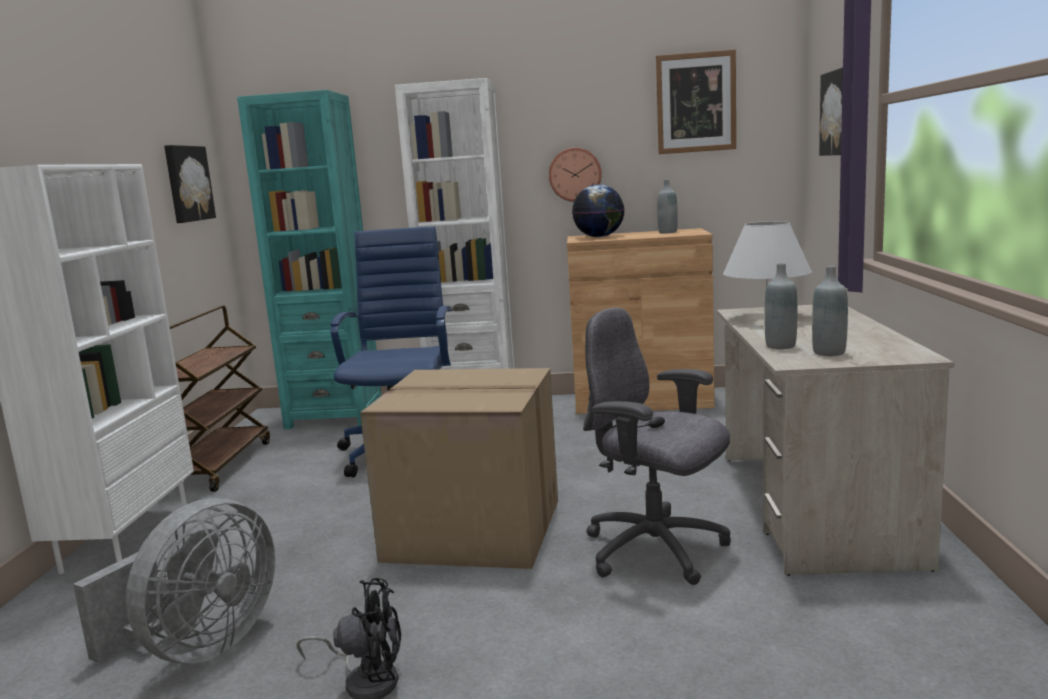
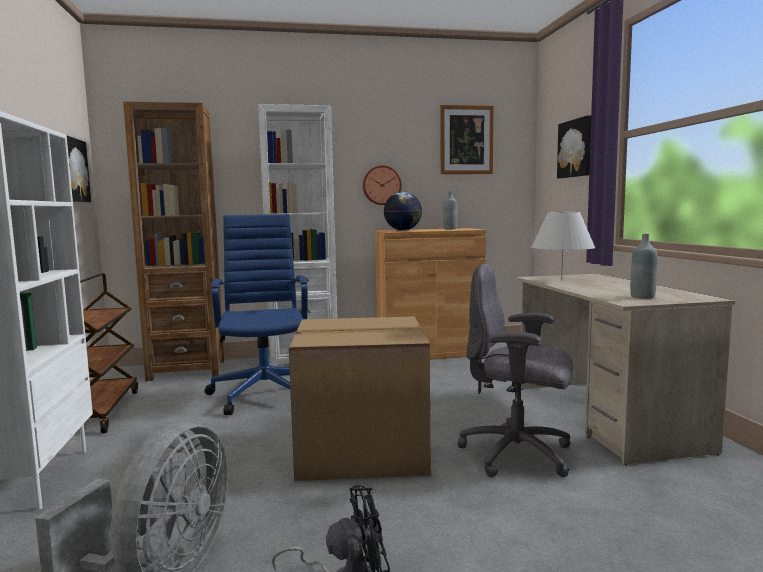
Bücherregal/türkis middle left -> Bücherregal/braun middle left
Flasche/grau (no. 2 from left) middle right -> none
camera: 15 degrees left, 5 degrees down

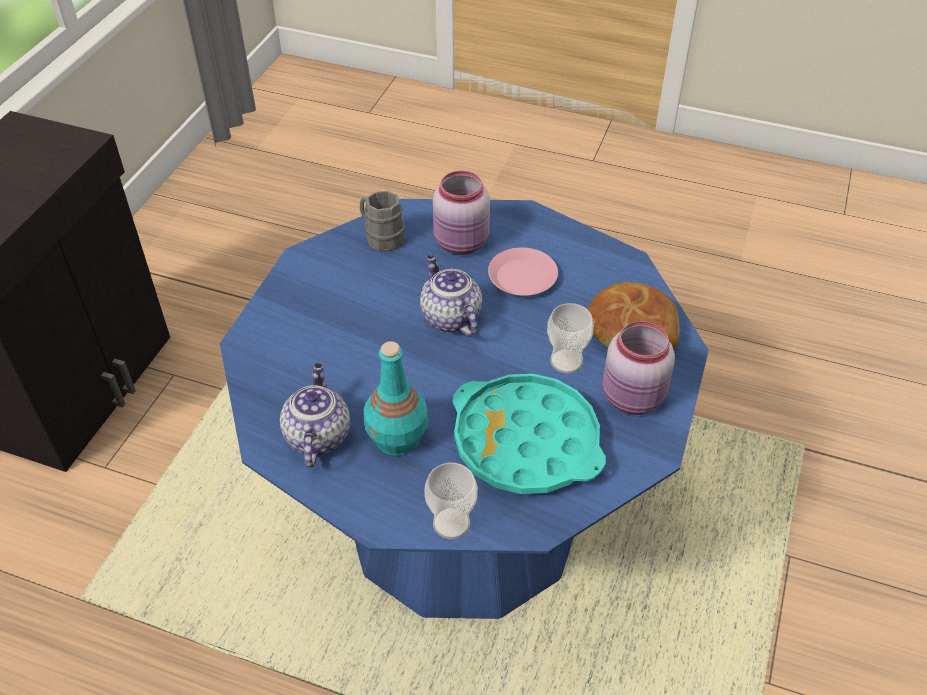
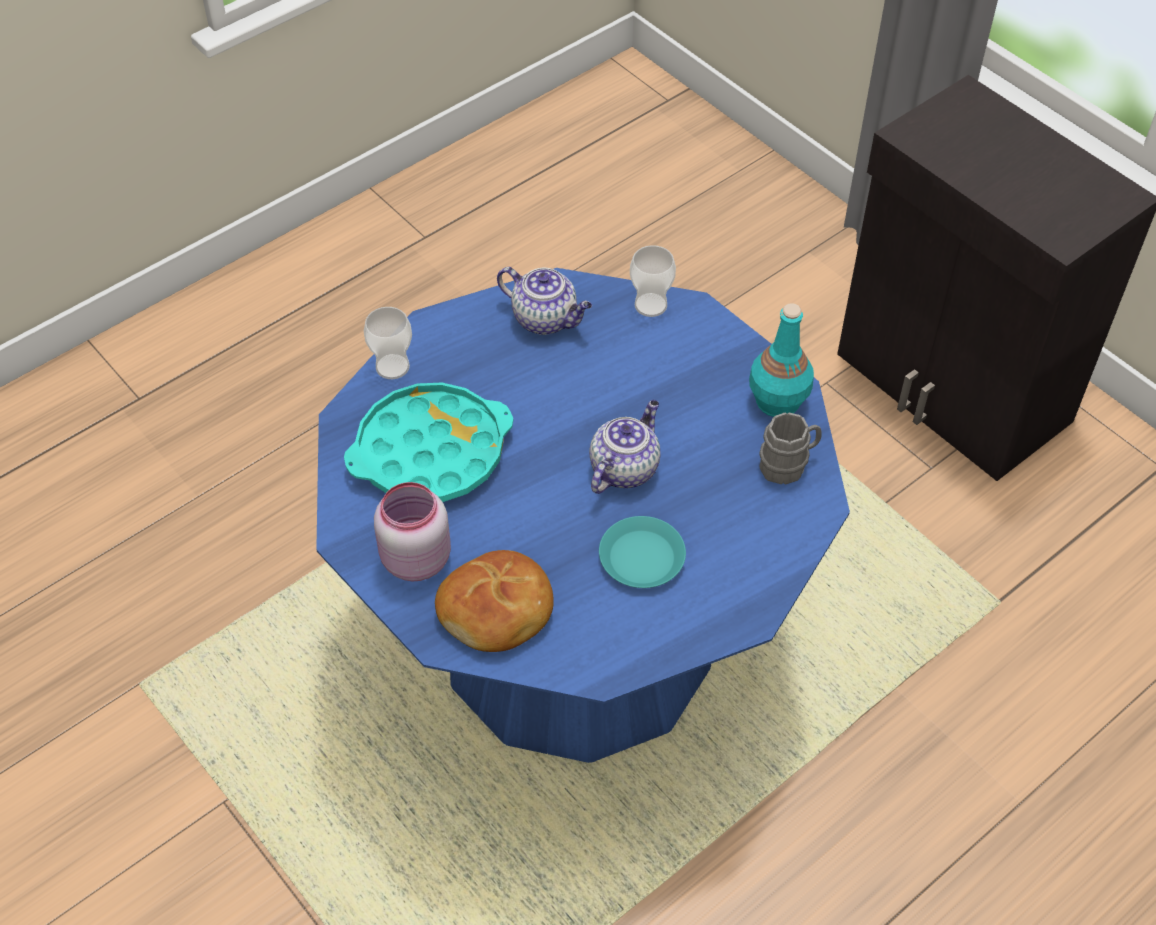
Teekanne (no. 2 from left) centre, 60 degrees counterclockwise
Teller/rosa centre -> Teller/türkis centre
Tasse (no. 2 from left) centre -> Tasse (no. 2 from left) top centre, relocated
Flasche/türkis centre -> Flasche/türkis middle right, relocated
Vorratsglas/rosa (no. 1 from left) top centre -> none
camera: 120 degrees right, 5 degrees up

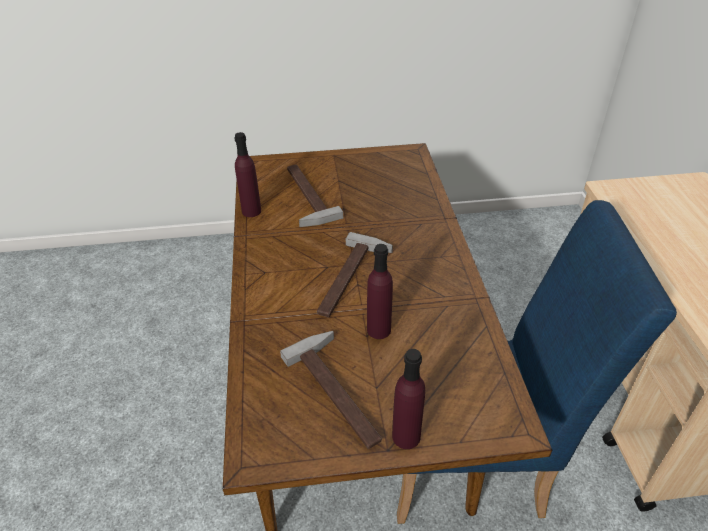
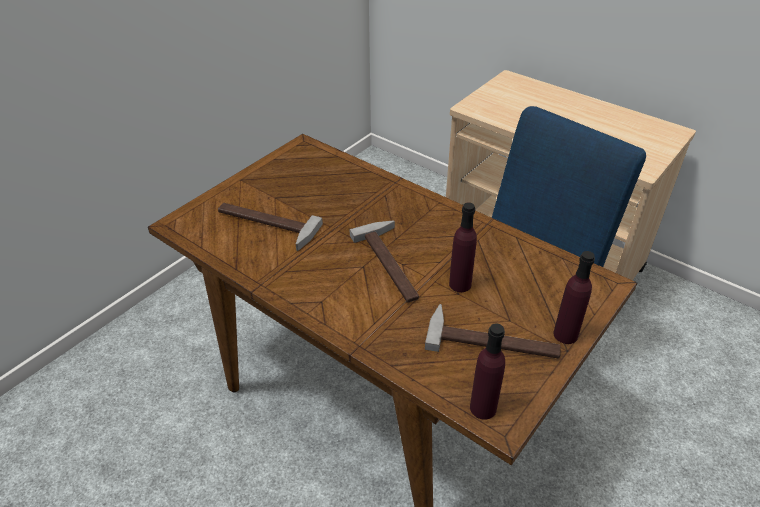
Flasche/lila (no. 1 from left in the first image) top centre -> Flasche/lila (no. 2 from left) bottom centre, relocated
camera: 45 degrees left, 0 degrees up

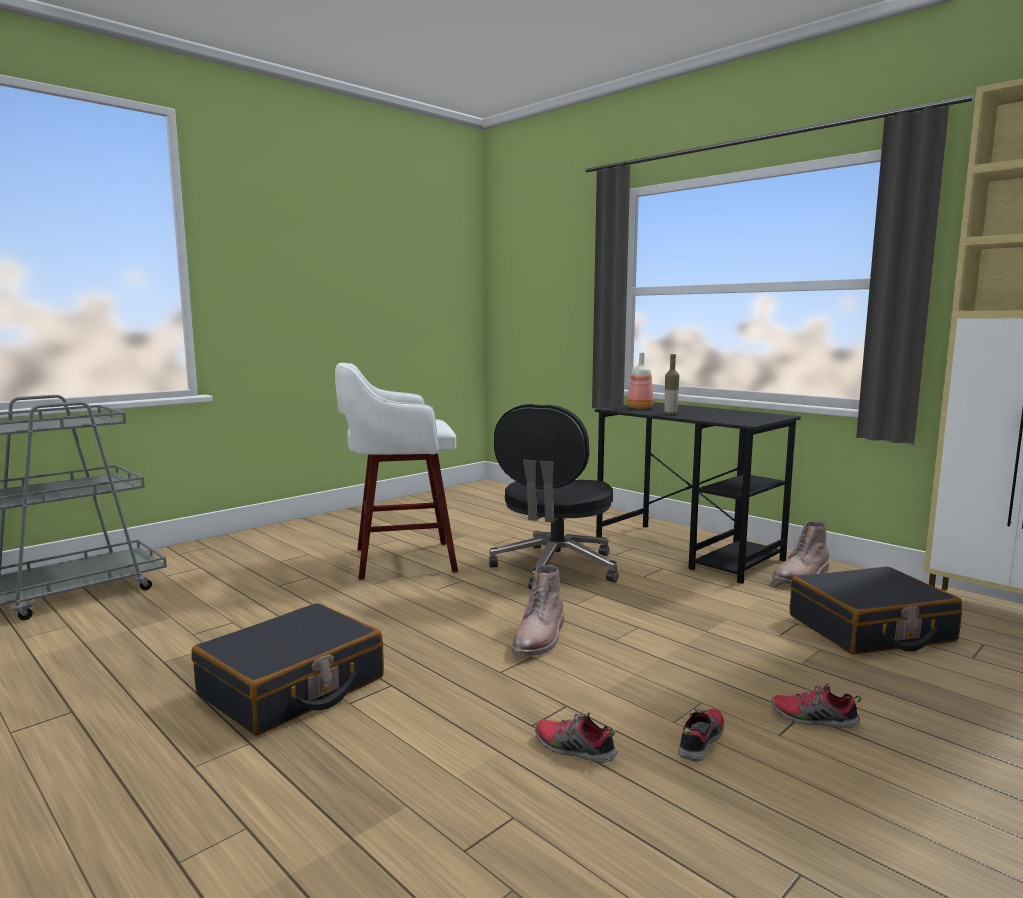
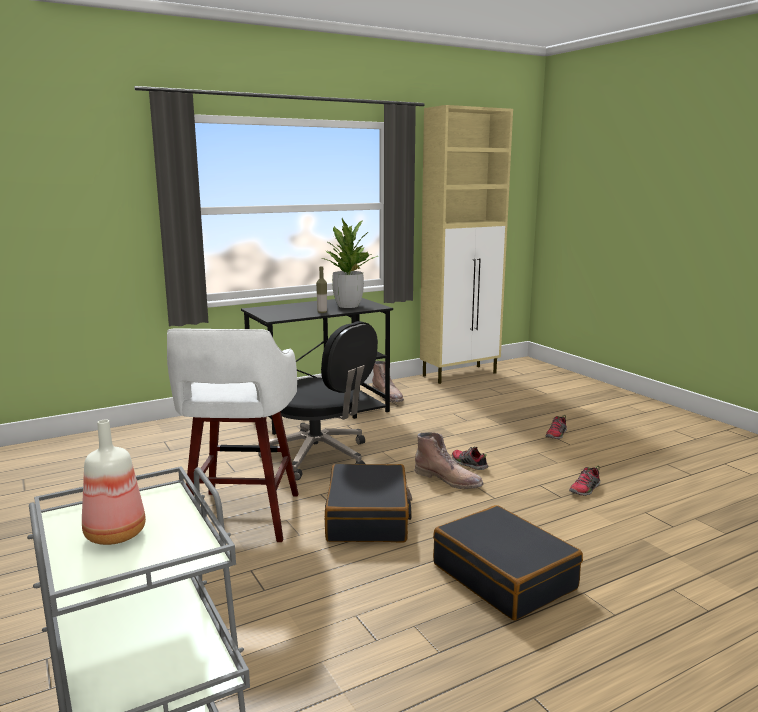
Flasche (no. 1 from left) centre -> Flasche (no. 1 from left) bottom left, relocated
none -> Topfpflanze centre
Koffer/schwarz (no. 2 from left in the first image) bottom right -> Koffer/schwarz (no. 1 from left) bottom centre, relocated
Schuh (no. 2 from left in the first image) bottom right -> Schuh (no. 1 from left) centre, relocated
camera: 75 degrees left, 5 degrees up

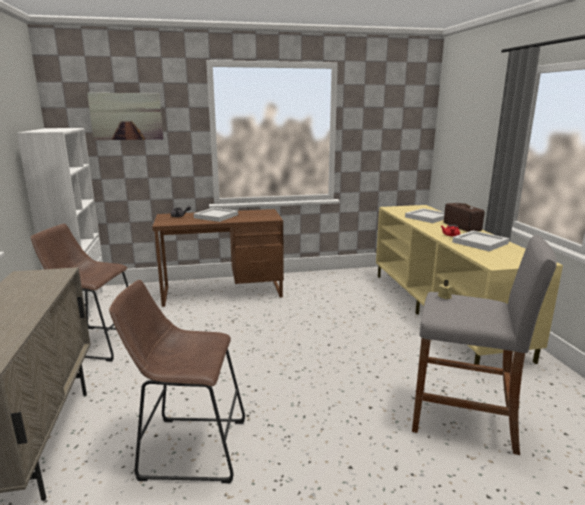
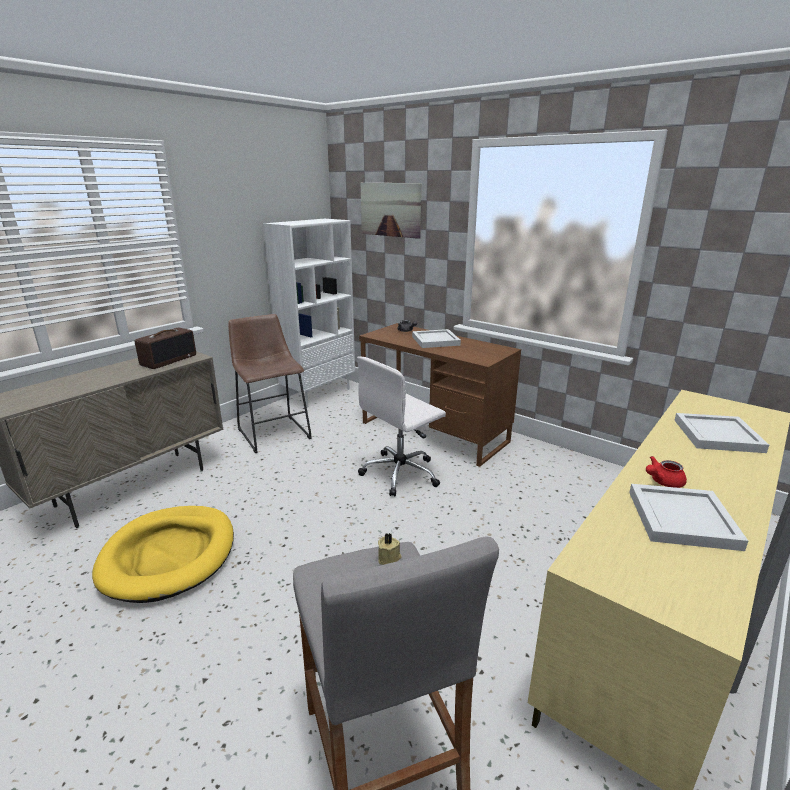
Hocker/braun (no. 2 from left) bottom left -> Hundebett/gelb bottom left
Radio middle right -> Radio middle left, relocated
none -> Bürostuhl/weiß centre
camera: 50 degrees right, 5 degrees up

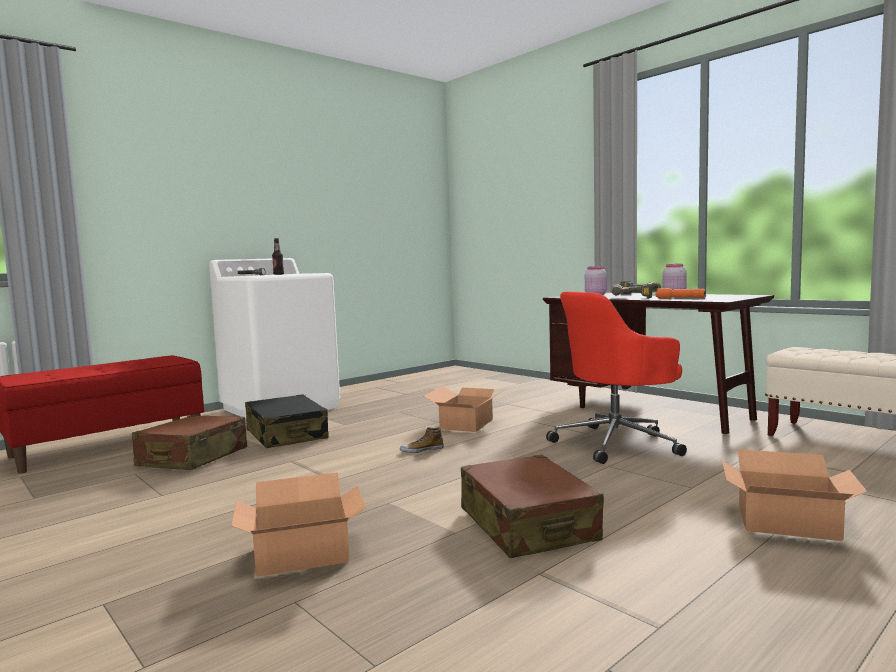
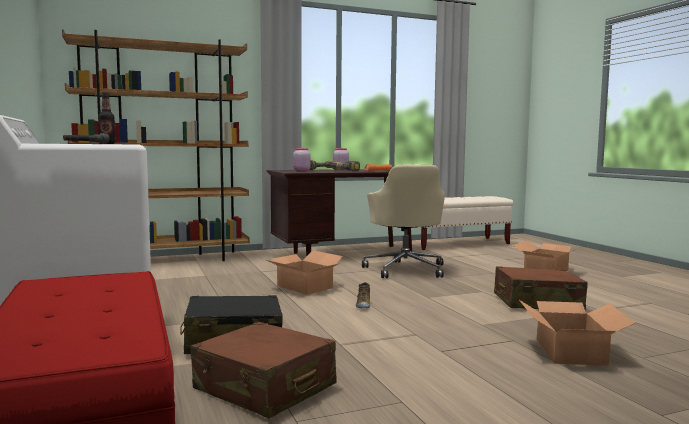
none -> Bücherregal/braun middle left
Bürostuhl/rot middle right -> Bürostuhl/beige centre
camera: 70 degrees left, 0 degrees up

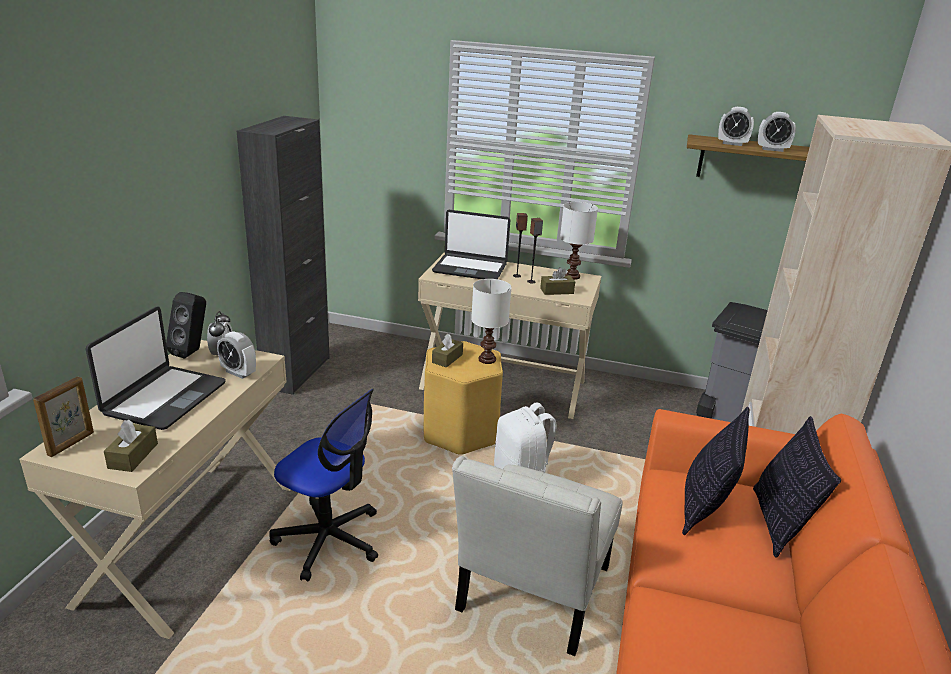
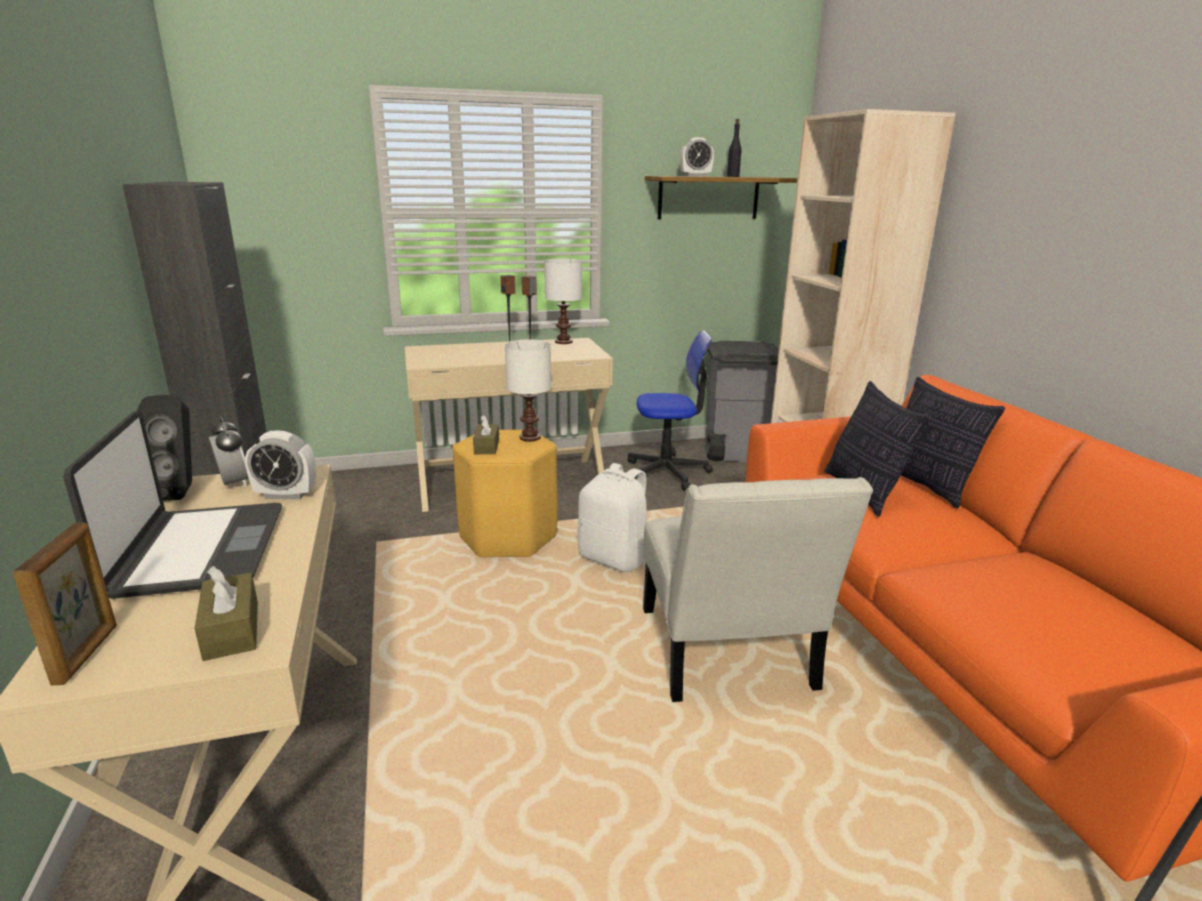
Bürostuhl bottom centre -> Bürostuhl centre, relocated
Wecker (no. 4 from left) top right -> Flasche/schwarz top centre
Laptop (no. 2 from left) centre -> none
Taschentuchbox/braun (no. 3 from left) centre -> none
camera: 30 degrees left, 5 degrees down

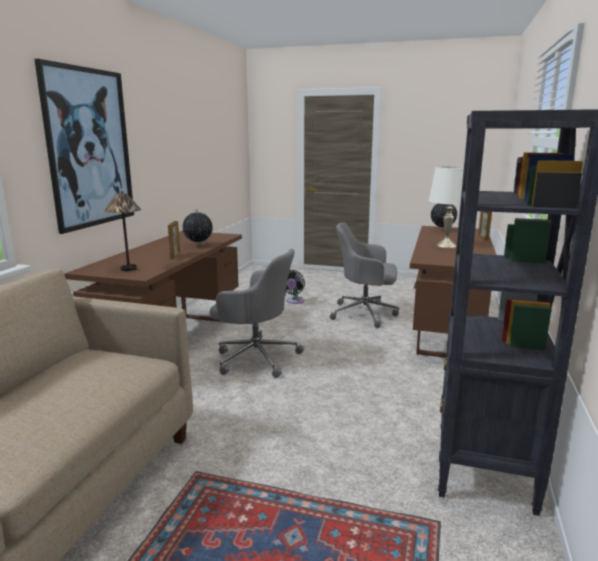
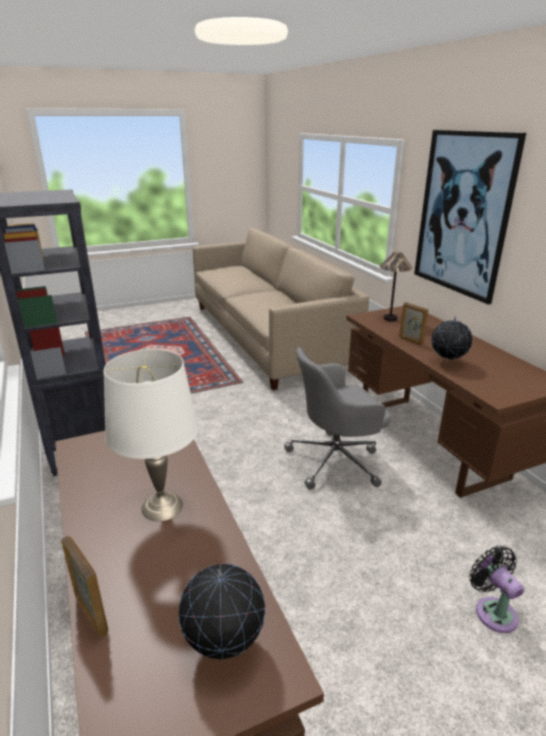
Bürostuhl/grau (no. 2 from left) centre -> none
camera: 140 degrees right, 10 degrees up

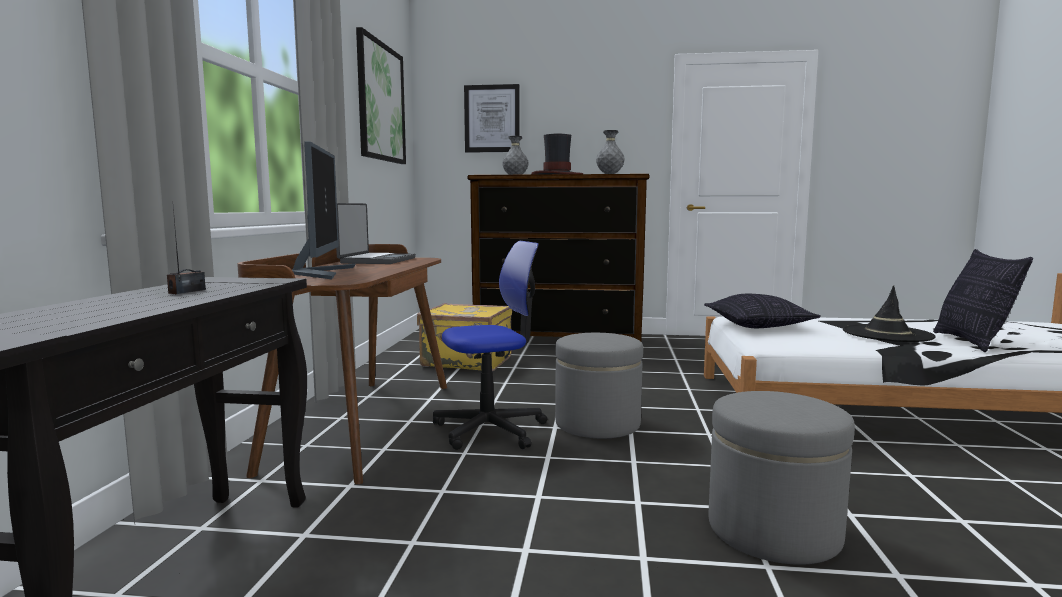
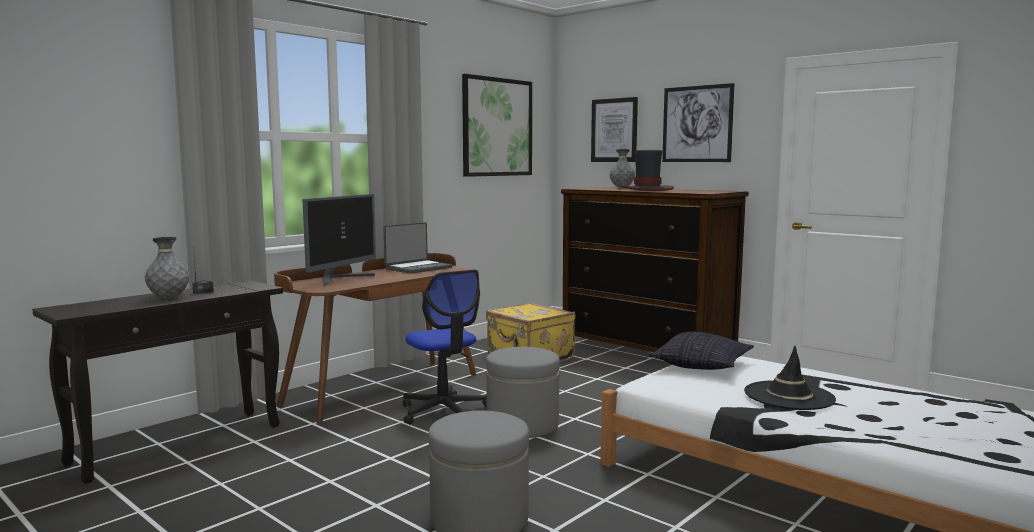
Vase/grau (no. 2 from left in the first image) top centre -> Vase/grau (no. 1 from left) middle left, relocated
Bürostuhl centre, 45 degrees clockwise
none -> Bild (no. 3 from left) top right
Kissen (no. 2 from left) middle right -> none
camera: 35 degrees right, 0 degrees up

